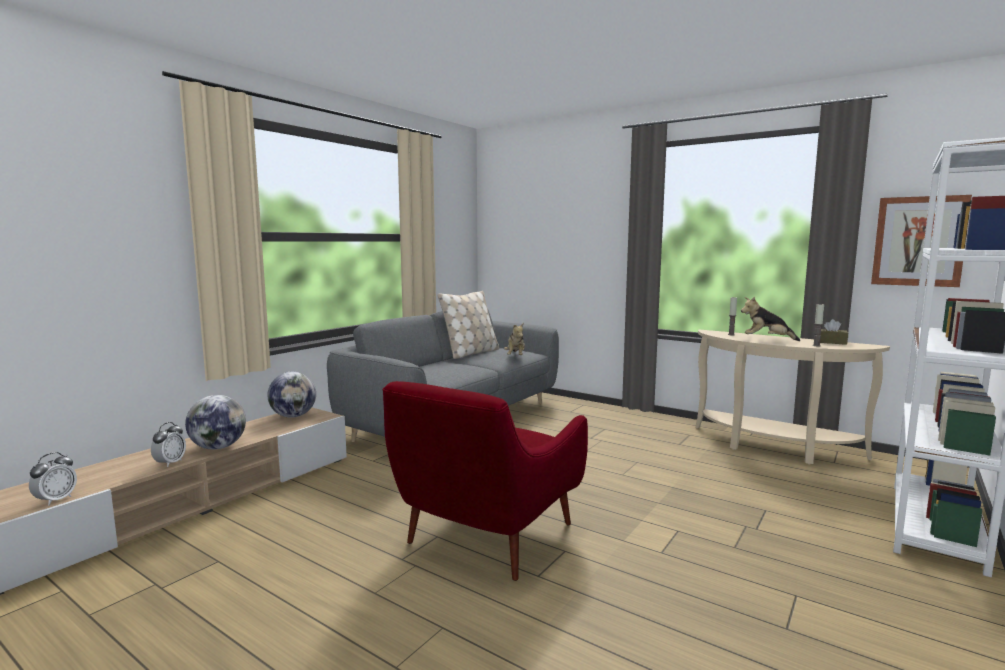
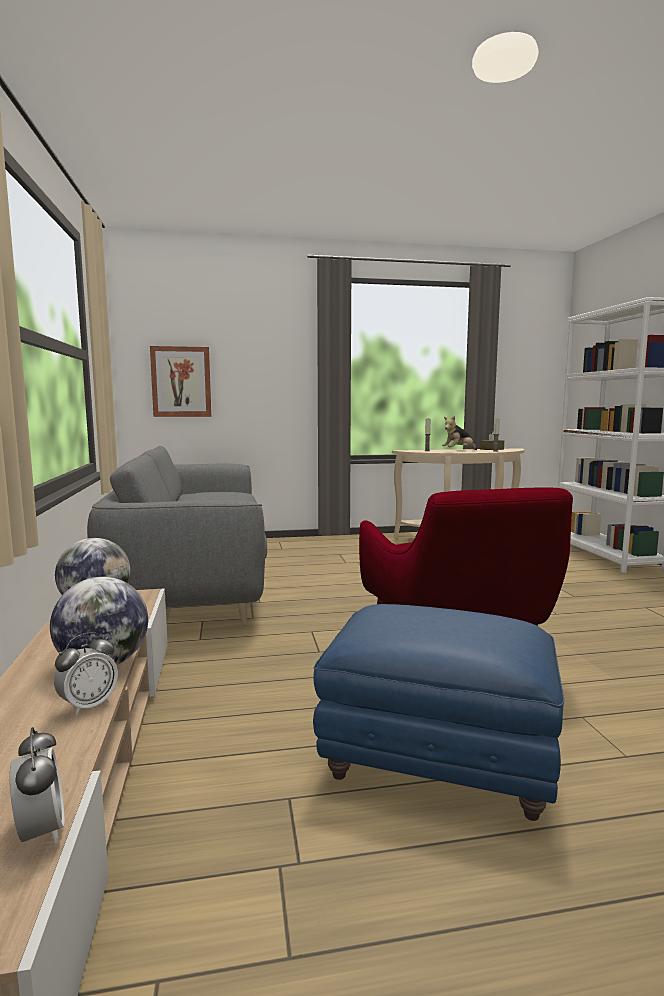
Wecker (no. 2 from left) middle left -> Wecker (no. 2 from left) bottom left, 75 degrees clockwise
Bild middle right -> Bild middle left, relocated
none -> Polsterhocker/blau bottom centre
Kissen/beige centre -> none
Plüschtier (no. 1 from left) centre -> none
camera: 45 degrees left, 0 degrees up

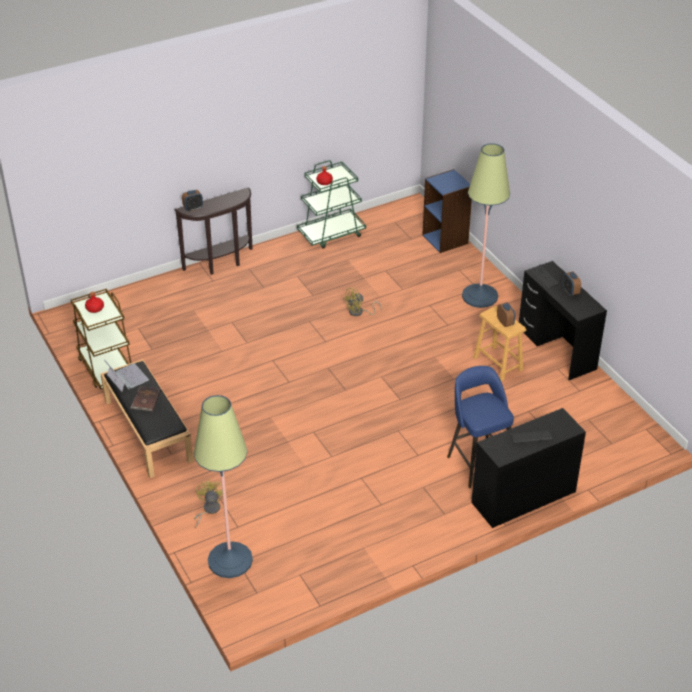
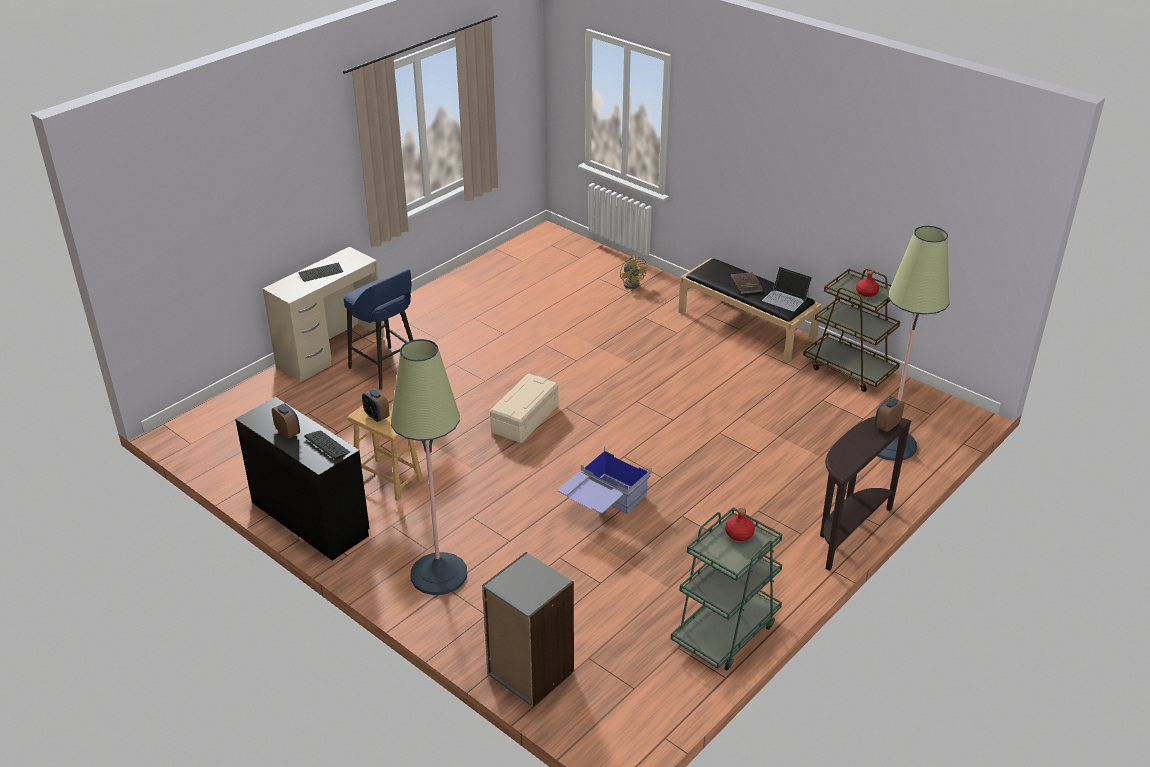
Schreibtisch/schwarz (no. 1 from left) bottom right -> Schreibtisch/beige middle left
Bücherregal/blau top centre -> Bücherregal/grau bottom centre
none -> Aufbewahrungsbox/beige centre
Ventilator/gelb (no. 2 from left) centre -> Aufbewahrungsbox/blau centre
Stehlampe (no. 1 from left in the first image) bottom left -> Stehlampe (no. 2 from left) middle right, relocated
camera: 160 degrees right, 5 degrees down

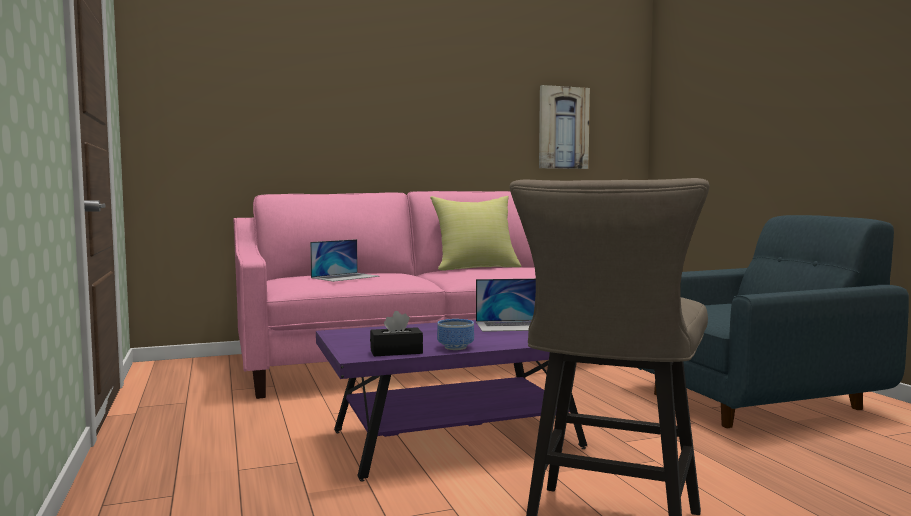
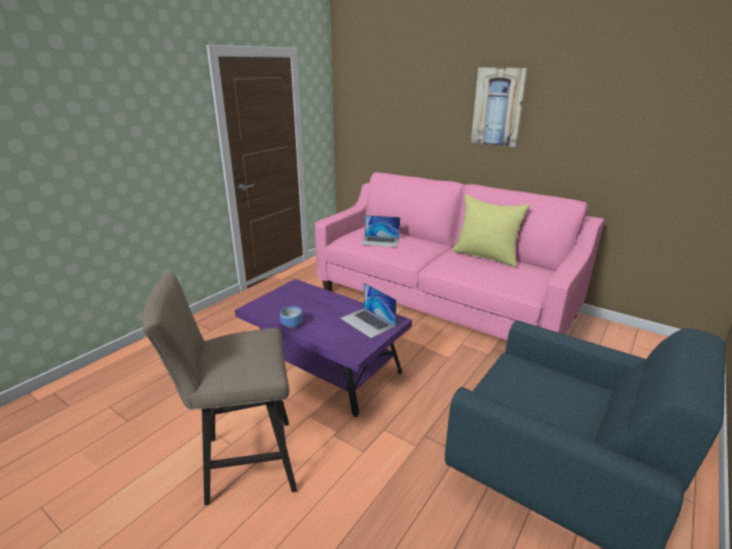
Bild top centre -> Bild top right, relocated
Taschentuchbox/schwarz centre -> none
camera: 55 degrees right, 20 degrees up

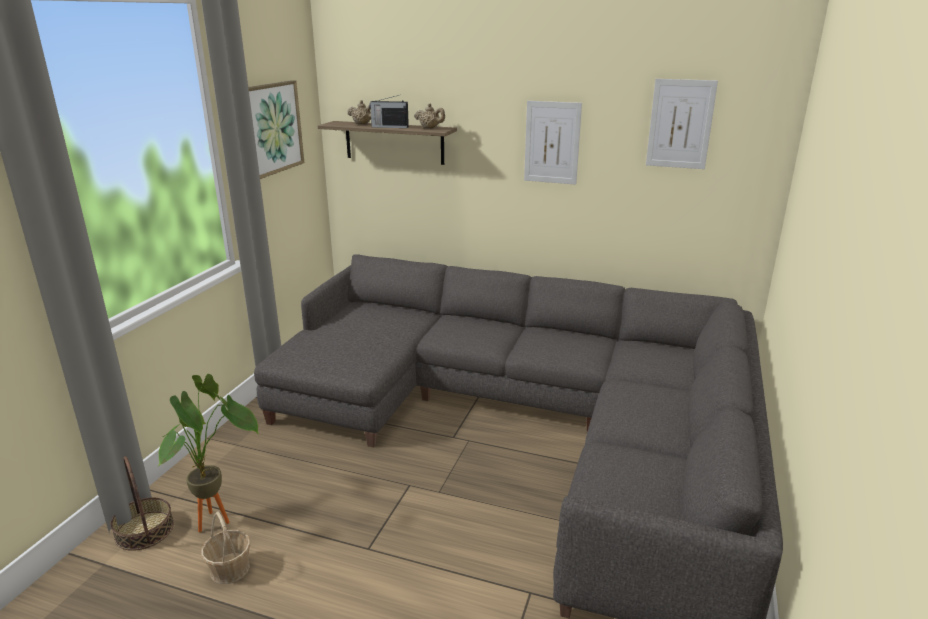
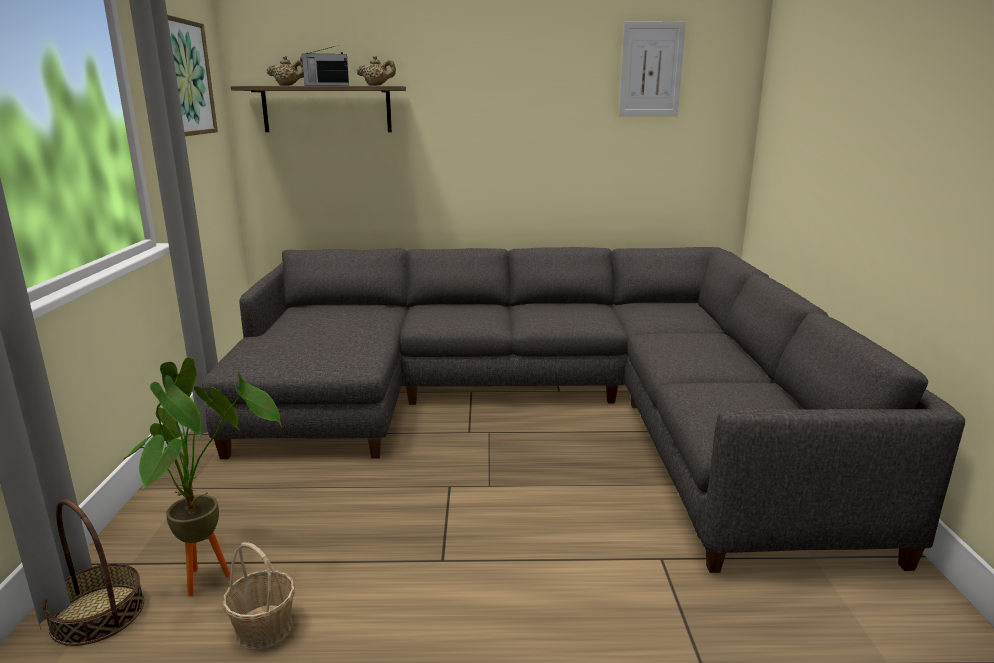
Bild (no. 2 from left) top centre -> none
camera: 20 degrees left, 5 degrees down

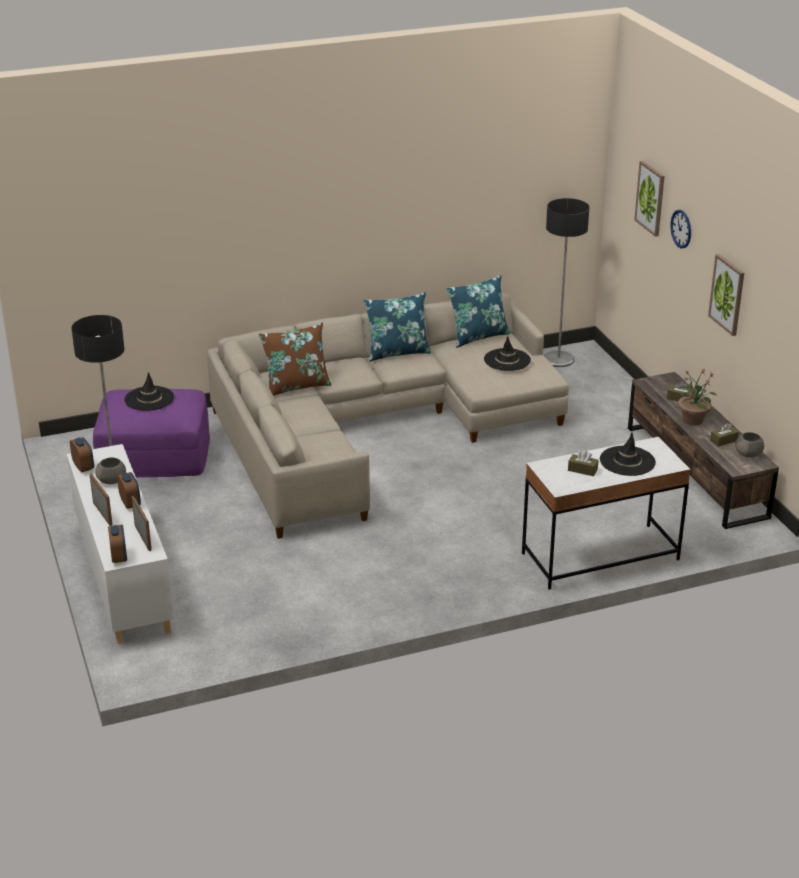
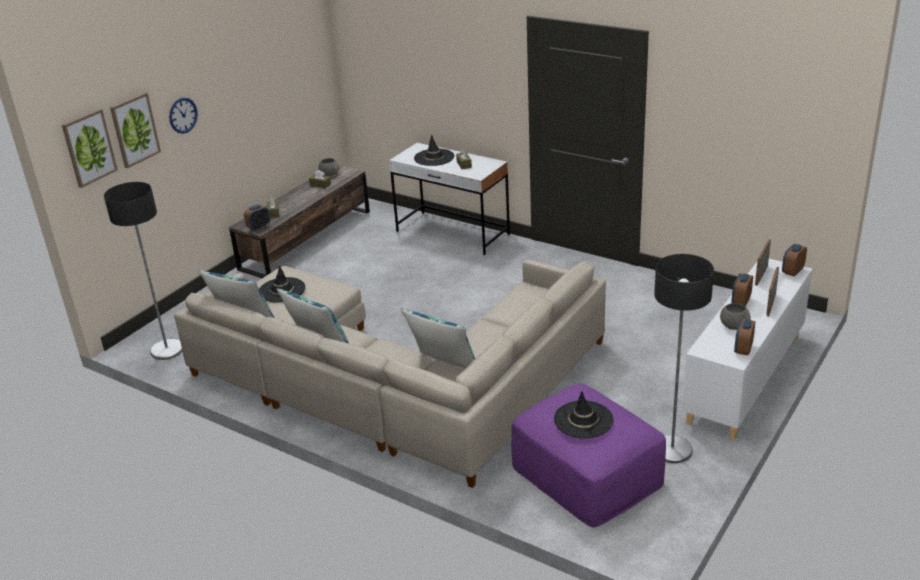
Bild (no. 2 from left in the first image) middle right -> Bild (no. 1 from left) top left, relocated
none -> Wecker (no. 1 from left) middle left
Kissen/braun centre -> Kissen/blau (no. 3 from left) centre
Topfpflanze middle right -> none
camera: 125 degrees left, 0 degrees up

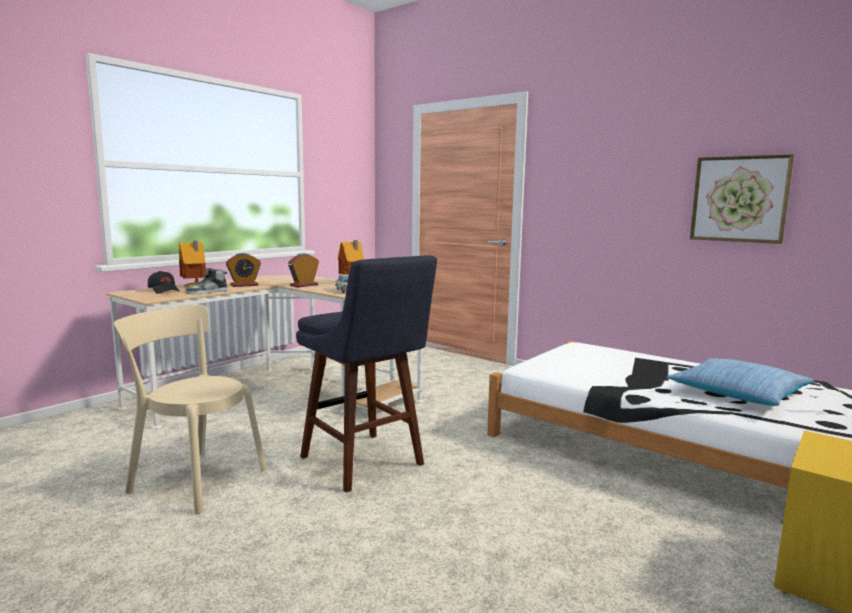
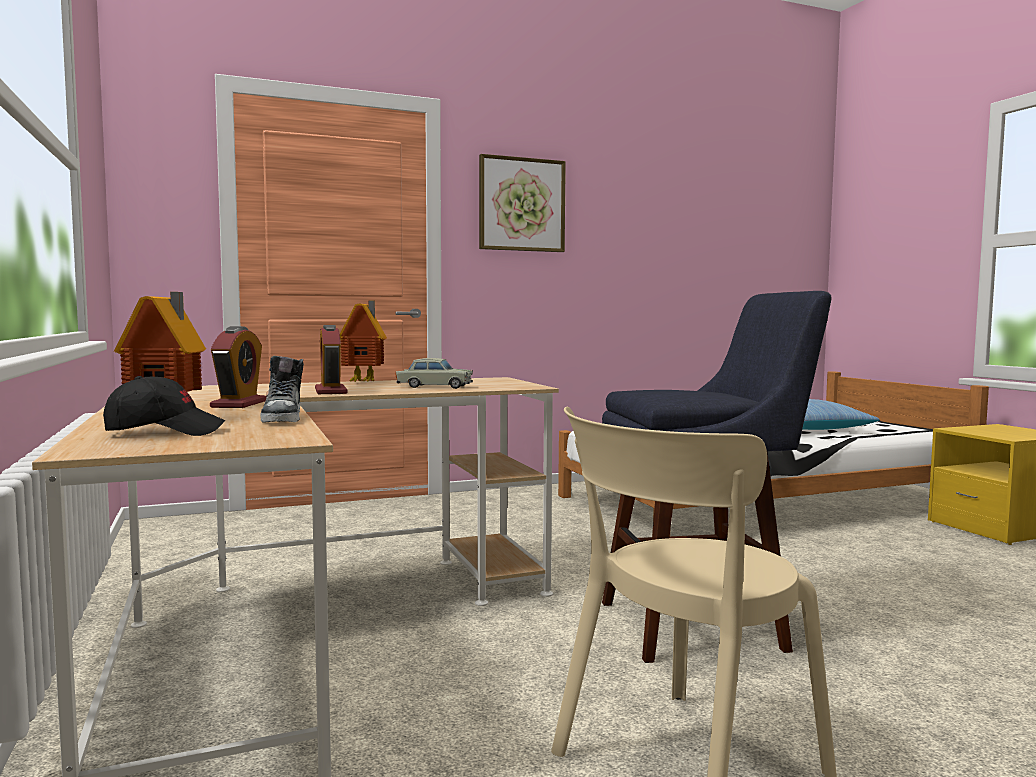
Bild top right -> Bild top centre, relocated
camera: 60 degrees left, 5 degrees down

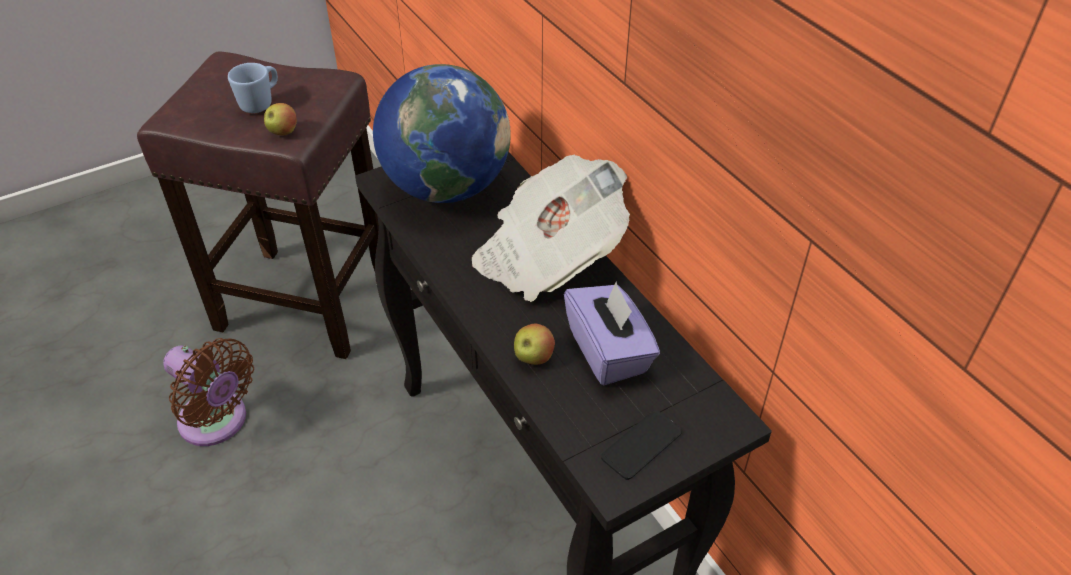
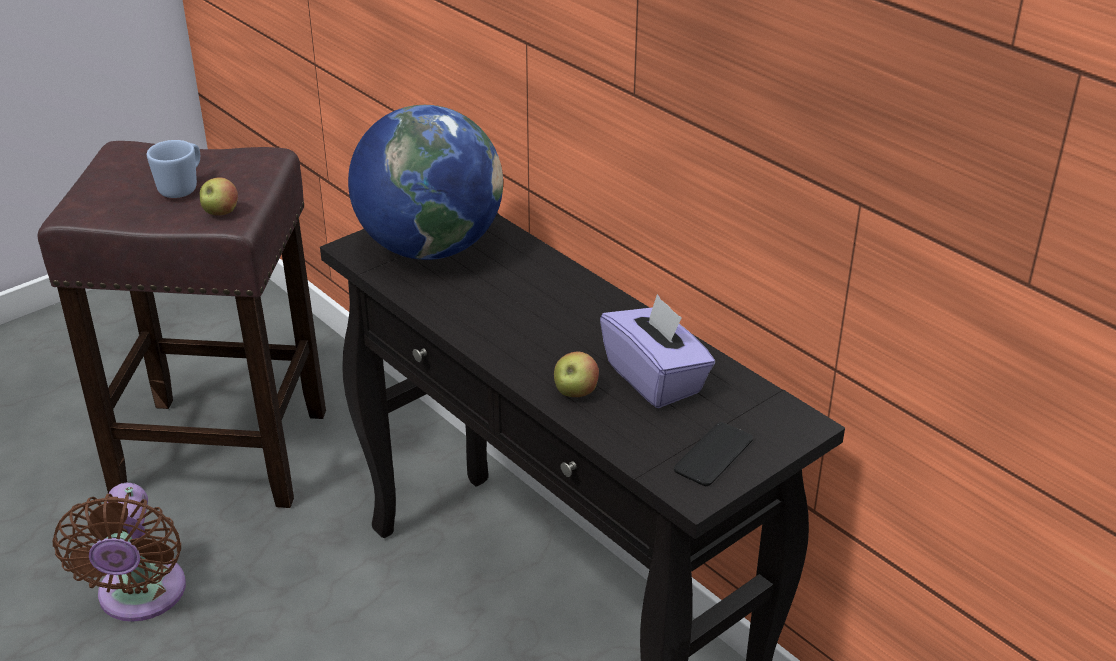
Ventilator/braun bottom left, 60 degrees clockwise
Zeitung centre -> none
camera: 10 degrees left, 10 degrees down

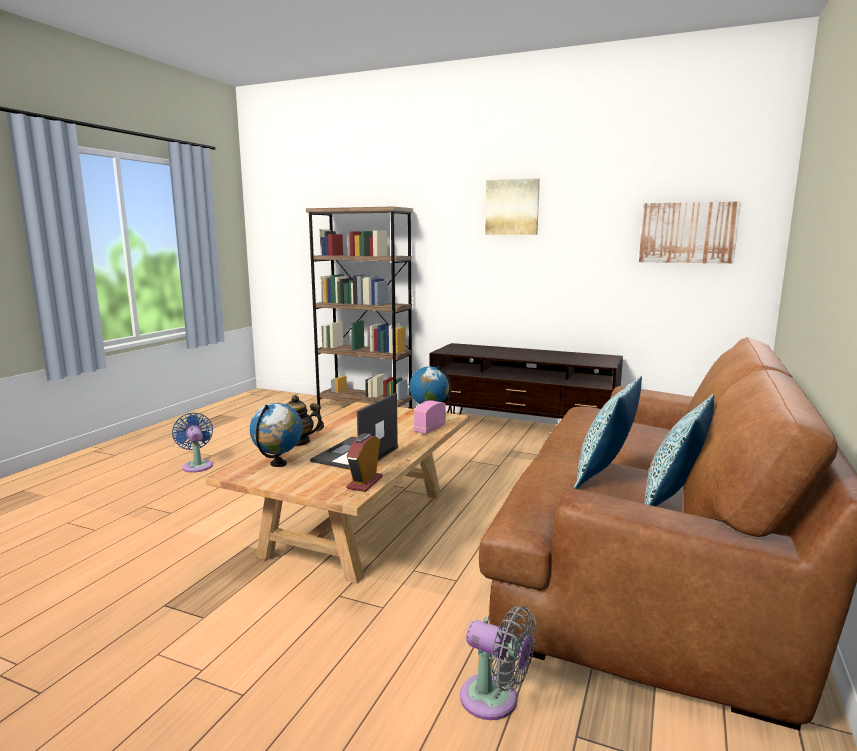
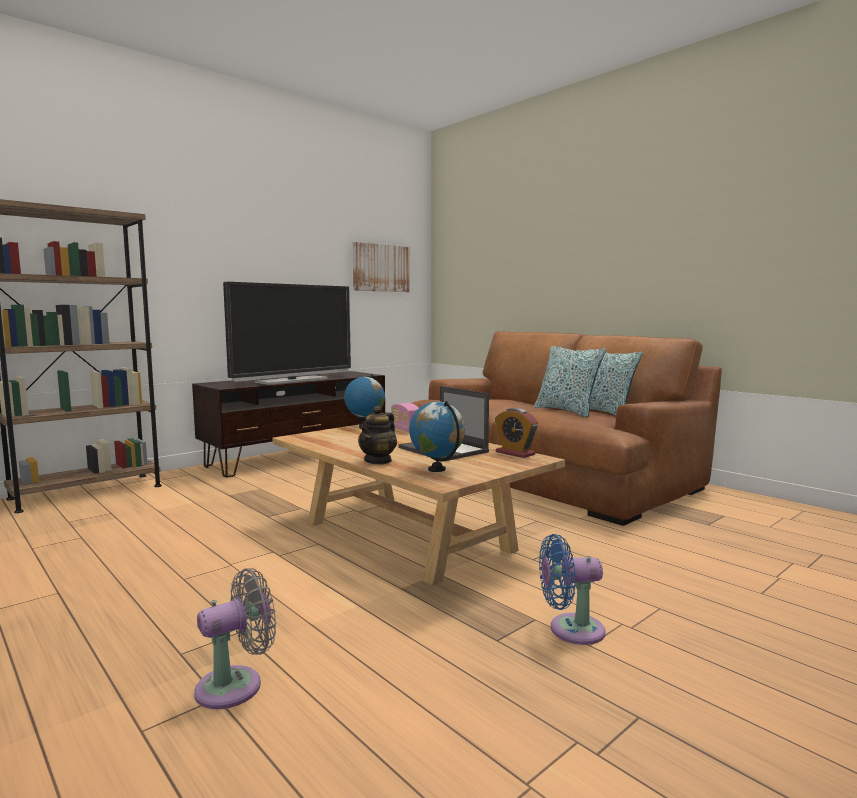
Ventilator/grau bottom centre -> Ventilator/grau bottom left, relocated
none -> Fernseher centre
Ventilator/blau middle left -> Ventilator/blau bottom right, relocated
Bild (no. 1 from left) top centre -> none
camera: 65 degrees left, 5 degrees down

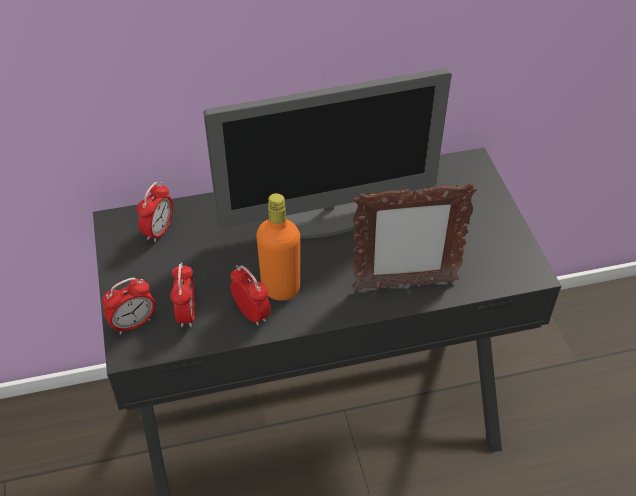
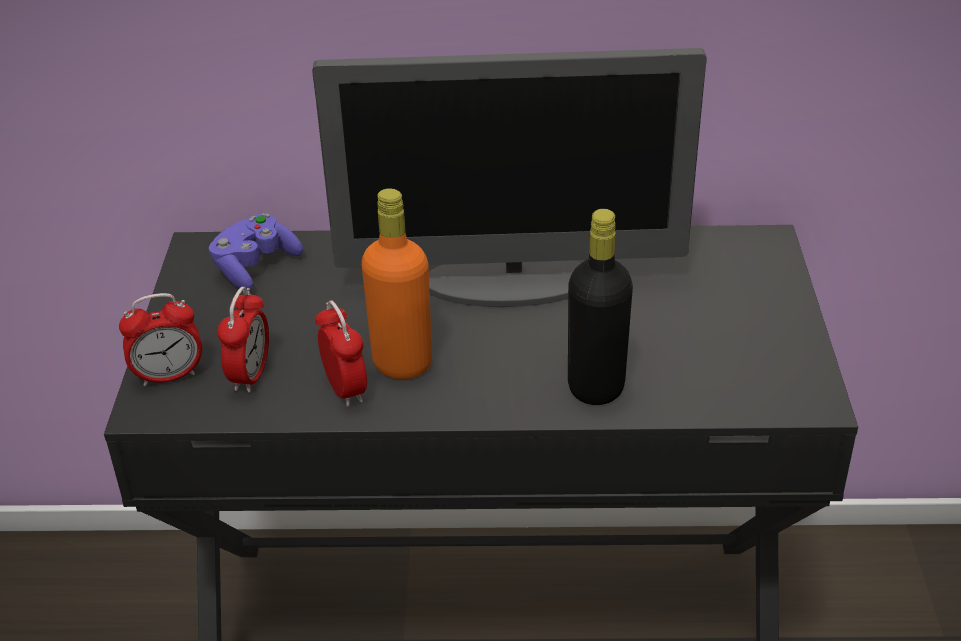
Wecker (no. 2 from left) middle left -> Gamepad/lila middle left
Bilderrahmen centre -> Flasche/schwarz centre
camera: 15 degrees right, 10 degrees down

